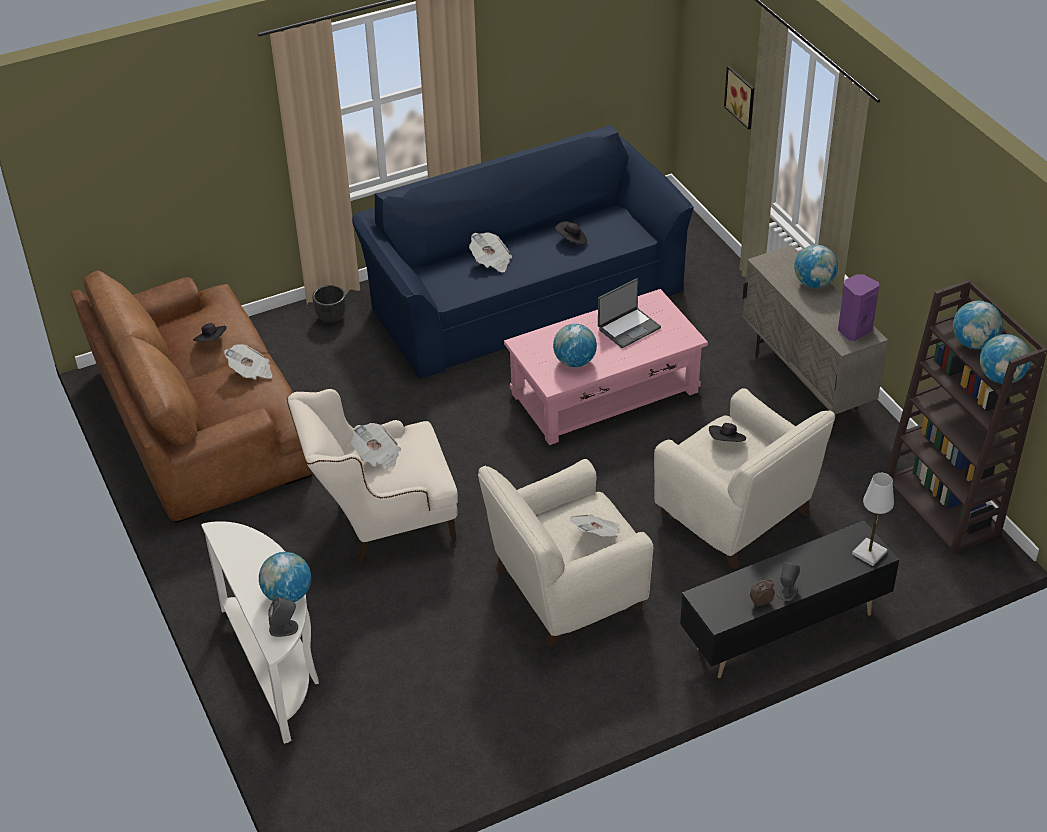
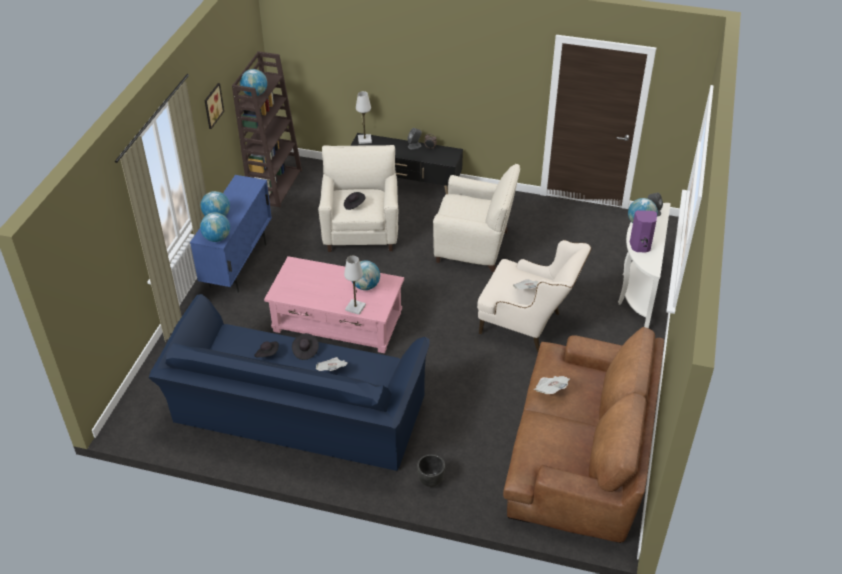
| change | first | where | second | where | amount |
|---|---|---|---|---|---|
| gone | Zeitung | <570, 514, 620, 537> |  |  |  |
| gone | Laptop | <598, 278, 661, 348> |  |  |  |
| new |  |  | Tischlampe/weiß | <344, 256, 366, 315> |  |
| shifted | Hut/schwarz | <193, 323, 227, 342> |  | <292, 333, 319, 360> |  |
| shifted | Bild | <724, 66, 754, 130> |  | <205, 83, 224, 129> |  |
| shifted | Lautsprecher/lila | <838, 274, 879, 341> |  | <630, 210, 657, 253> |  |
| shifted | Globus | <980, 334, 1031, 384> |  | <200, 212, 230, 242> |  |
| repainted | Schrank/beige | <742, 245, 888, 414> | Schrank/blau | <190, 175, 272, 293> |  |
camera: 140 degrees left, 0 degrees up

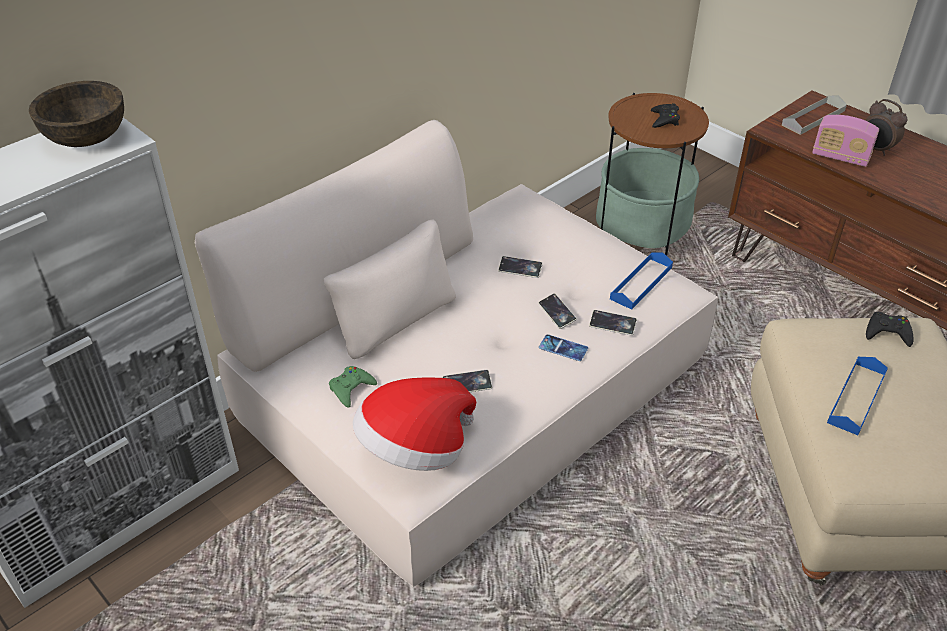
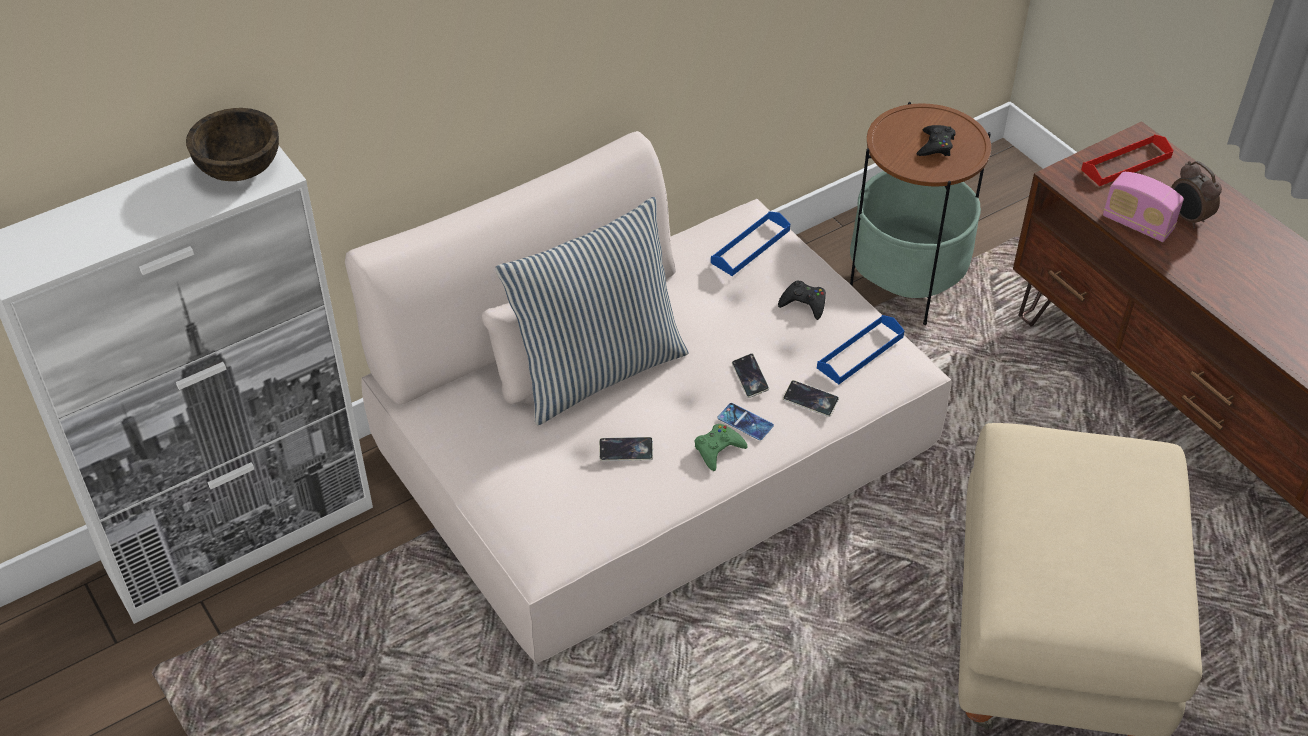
| change | first | where | second | where | amount |
|---|---|---|---|---|---|
| gone | Hut | <353, 378, 476, 471> |  |  |  |
| gone | Handy | <498, 256, 543, 278> |  |  |  |
| new |  |  | Kissen | <495, 197, 689, 425> |  |
| shifted | Gamepad/grün | <329, 366, 377, 408> |  | <695, 424, 748, 471> |  |
| shifted | Tablett/blau | <827, 357, 888, 435> |  | <711, 211, 790, 276> |  |
| shifted | Gamepad/schwarz | <866, 312, 914, 347> |  | <778, 281, 826, 320> |  |
| repainted | Tablett/grau | <782, 95, 847, 135> | Tablett/rot | <1081, 134, 1174, 186> |  |
camera: 10 degrees right, 5 degrees up

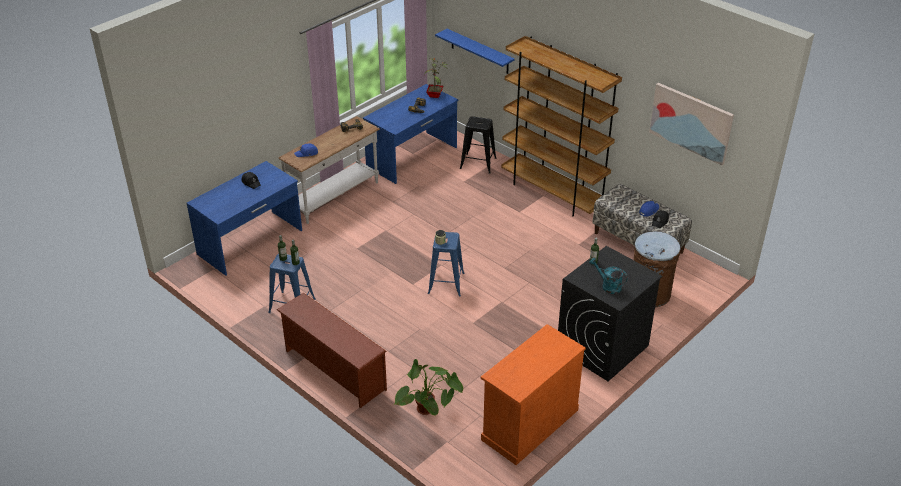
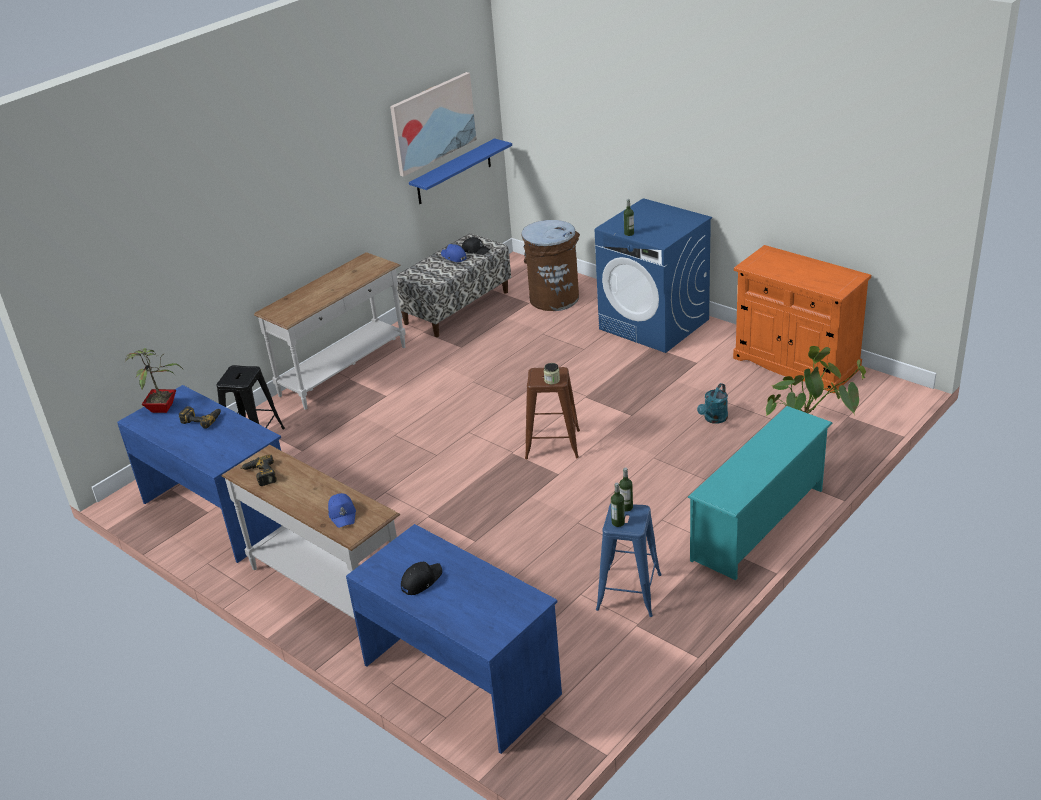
| change | first | where | second | where | amount |
|---|---|---|---|---|---|
| shifted | Wandregal/blau | <435, 29, 515, 74> |  | <409, 138, 512, 204> |  |
| shifted | Gießkanne/türkis | <589, 258, 628, 294> |  | <697, 383, 728, 424> |  |
| swapped | Bücherregal/braun | <501, 36, 622, 216> | Konsolentisch/weiß | <254, 252, 406, 410> |  |
| repainted | Schuhregal/braun | <277, 293, 387, 408> | Schuhregal/türkis | <687, 406, 832, 580> |  |
| repainted | Hocker/blau | <428, 232, 464, 297> | Hocker/braun | <525, 367, 580, 459> |  |
| repainted | Waschmaschine/schwarz | <558, 246, 662, 381> | Waschmaschine/blau | <595, 198, 712, 353> |  |
camera: 90 degrees left, 5 degrees down

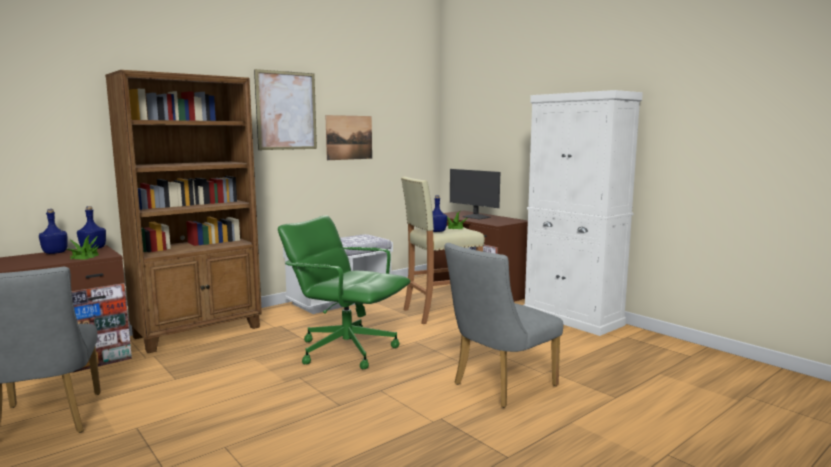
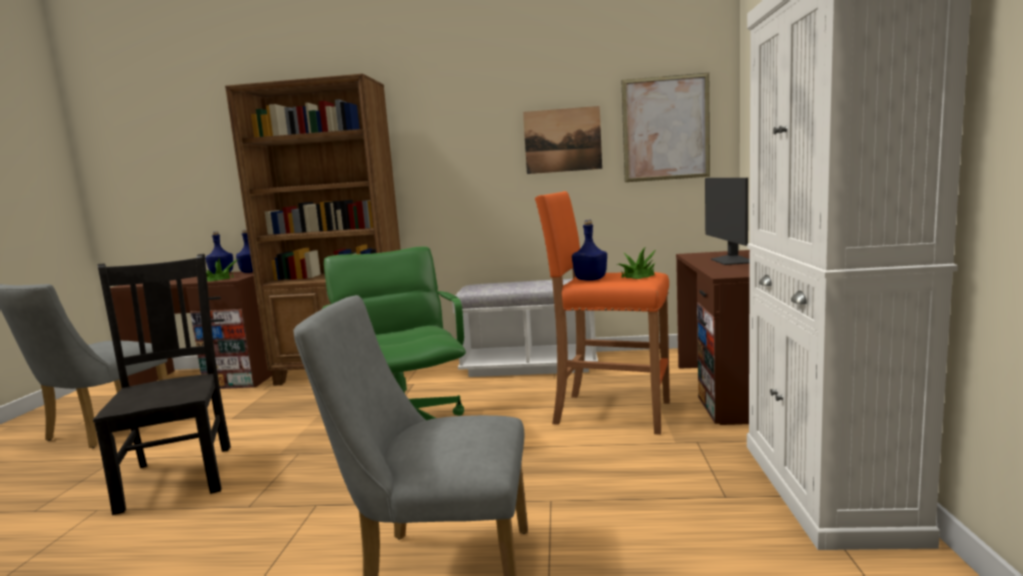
| change | first | where | second | where | amount |
|---|---|---|---|---|---|
| new |  |  | Stuhl/schwarz | <93, 254, 231, 515> |  |
| shifted | Bild | <254, 69, 317, 150> |  | <621, 73, 710, 182> |  |
| repainted | Hocker/beige | <401, 177, 485, 324> | Hocker/orange | <535, 191, 670, 435> |  |
camera: 45 degrees right, 0 degrees up

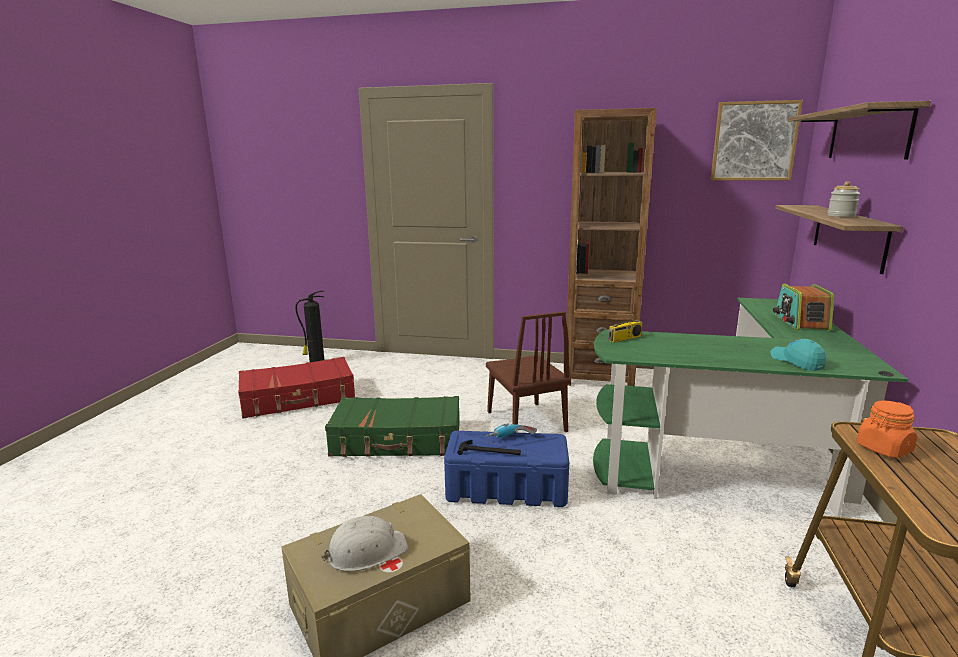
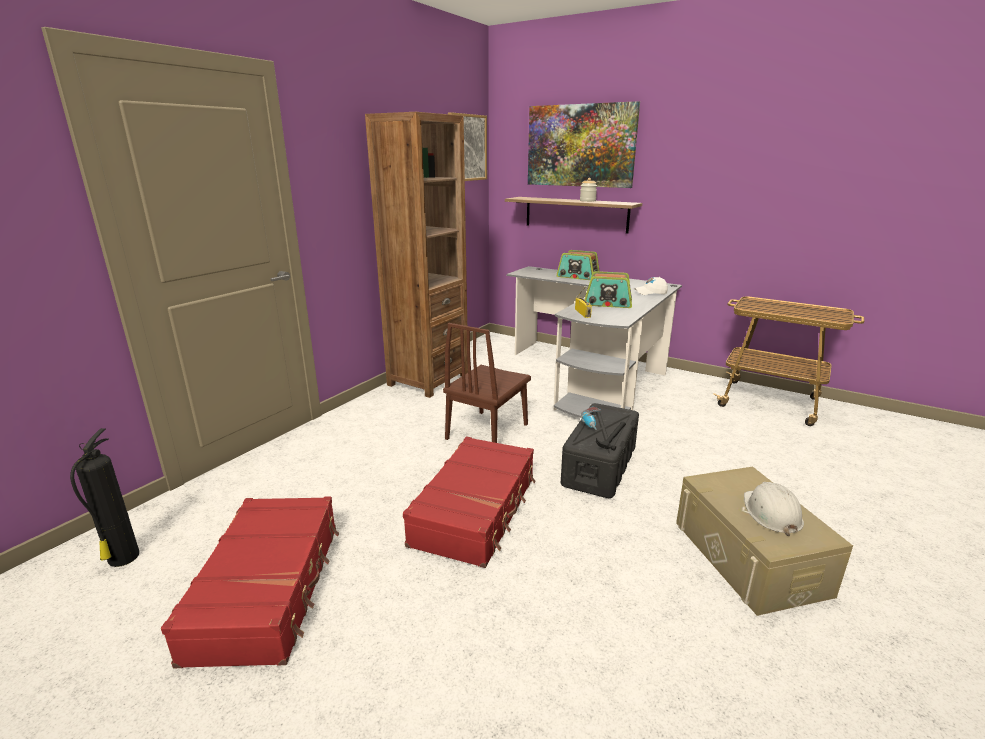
| change | first | where | second | where | amount |
|---|---|---|---|---|---|
| gone | Vorratsglas/orange | <857, 401, 917, 458> |  |  |  |
| new |  |  | Radio | <585, 271, 632, 308> |  |
| swapped | Wandregal | <788, 101, 931, 159> | Bild | <528, 101, 640, 188> |  |
| repainted | Koffer/grün | <325, 396, 460, 457> | Koffer/rot | <403, 437, 536, 568> |  |
| repainted | Aufbewahrungsbox/blau | <444, 431, 569, 507> | Aufbewahrungsbox/schwarz | <561, 403, 639, 498> |  |
| repainted | Schreibtisch/grün | <593, 298, 908, 517> | Schreibtisch/grau | <506, 266, 682, 418> |  |
| repainted | Kappe/türkis | <770, 339, 826, 371> | Kappe/weiß | <634, 277, 668, 295> |  |
| rotated | Stuhl/braun | <486, 311, 571, 433> |  | <443, 323, 531, 443> | 120 degrees clockwise |
camera: 70 degrees left, 5 degrees up

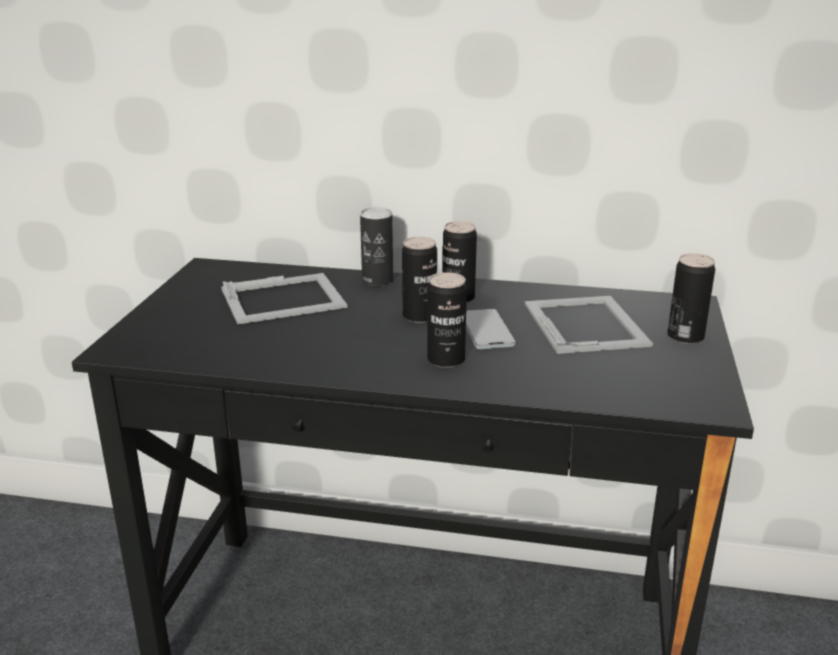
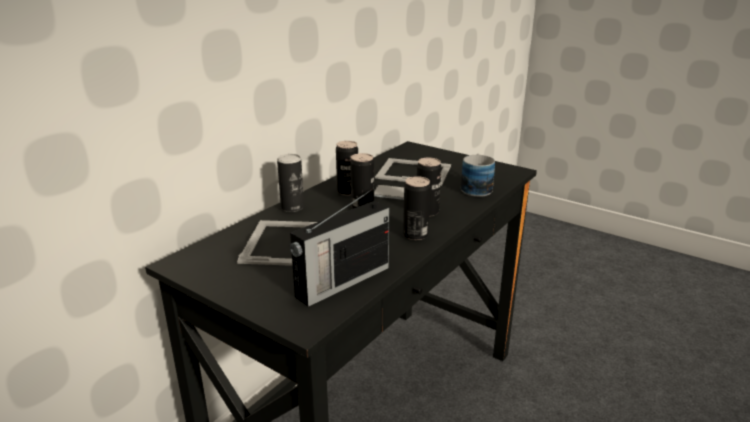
| change | first | where | second | where | amount |
|---|---|---|---|---|---|
| new |  |  | Radio | <290, 189, 389, 307> |  |
| new |  |  | Henkelbecher | <461, 153, 495, 197> |  |
| shifted | Dose | <667, 253, 715, 344> |  | <403, 176, 431, 240> |  |
camera: 65 degrees left, 0 degrees up

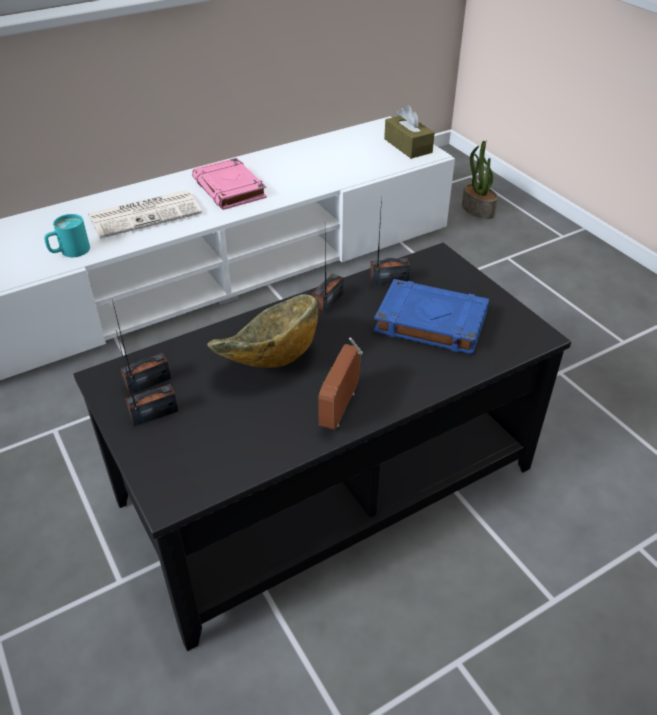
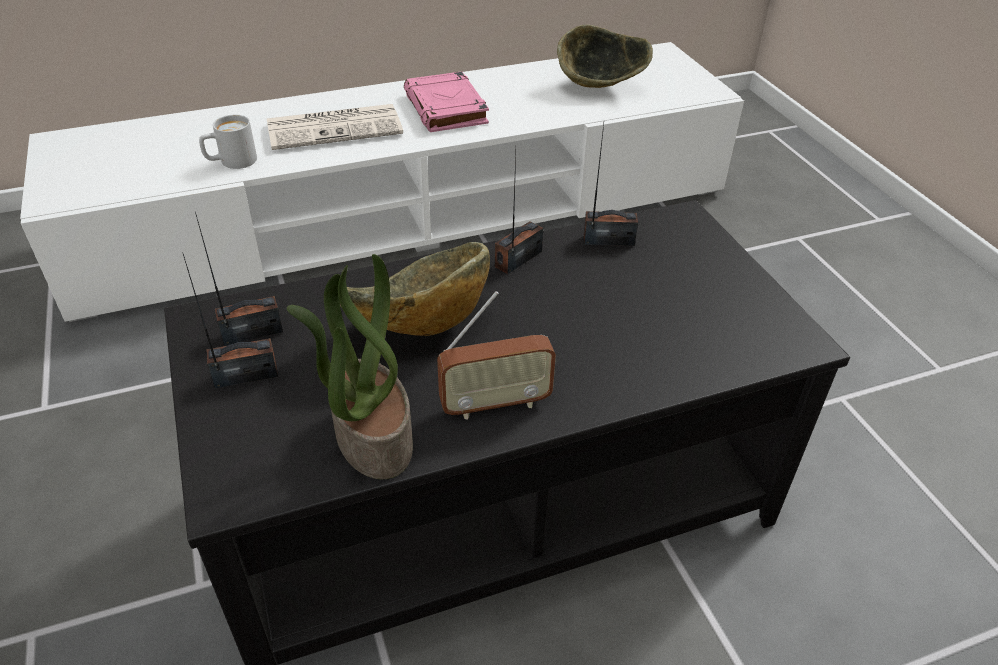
| change | first | where | second | where | amount |
|---|---|---|---|---|---|
| gone | Buch/blau | <374, 279, 489, 354> |  |  |  |
| gone | Taschentuchbox/braun | <384, 105, 435, 159> |  |  |  |
| new |  |  | Schüssel | <557, 25, 653, 88> |  |
| shifted | Topfpflanze | <462, 140, 498, 219> |  | <287, 254, 413, 480> |  |
| repainted | Henkelbecher/türkis | <44, 214, 90, 257> | Henkelbecher/weiß | <199, 115, 257, 169> |  |
| rotated | Radio | <318, 337, 363, 430> |  | <437, 291, 556, 420> | 135 degrees counterclockwise |
camera: 10 degrees right, 0 degrees up

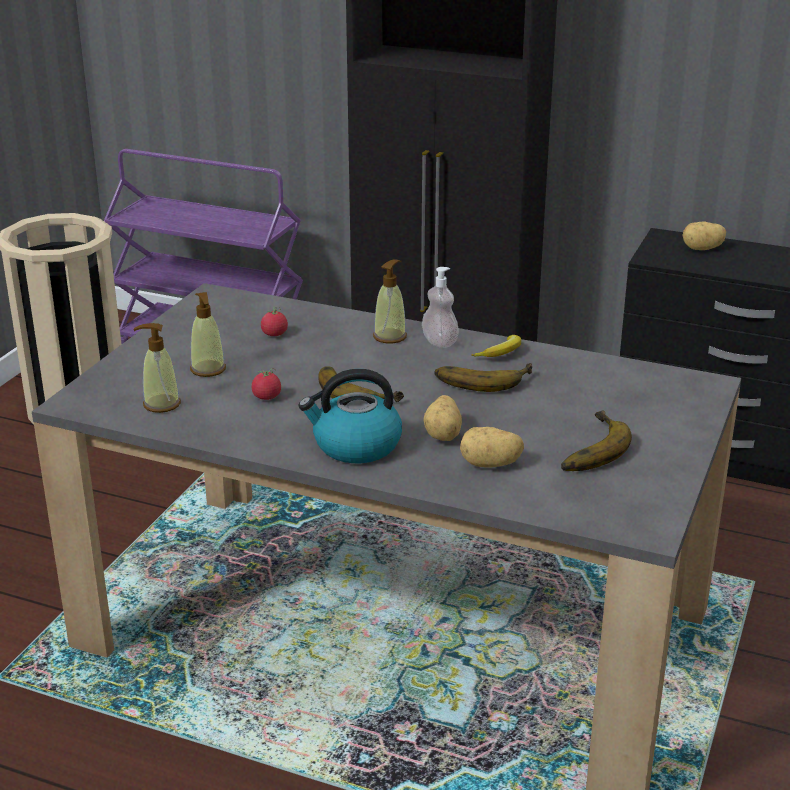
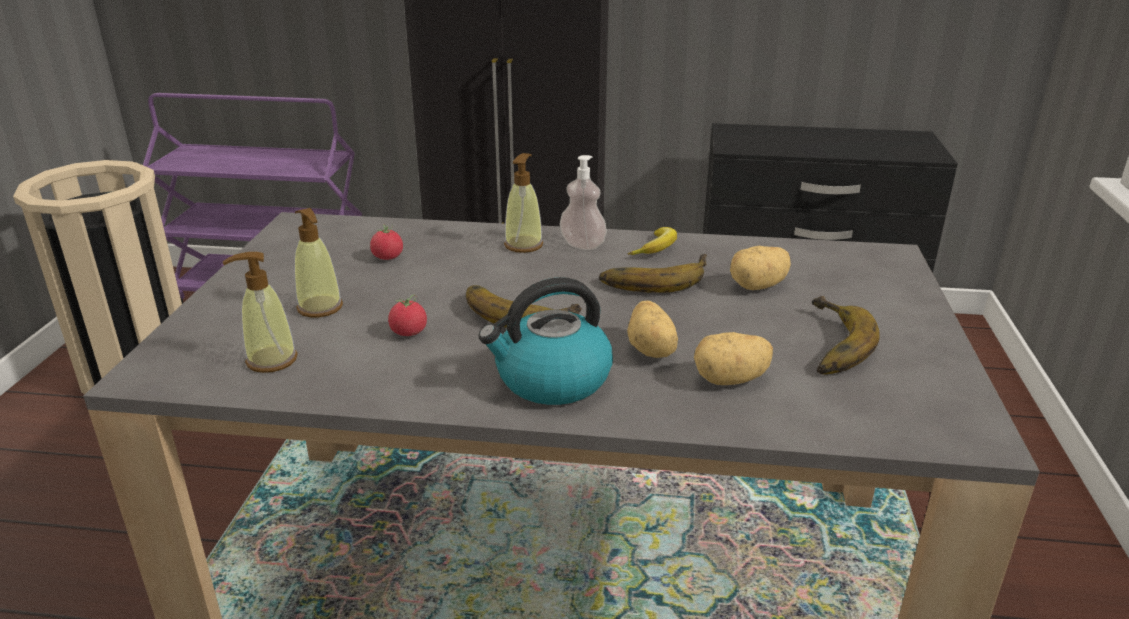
| change | first | where | second | where | amount |
|---|---|---|---|---|---|
| shifted | Kartoffel | <682, 221, 726, 250> |  | <730, 246, 791, 290> |  |
camera: 15 degrees left, 0 degrees up

